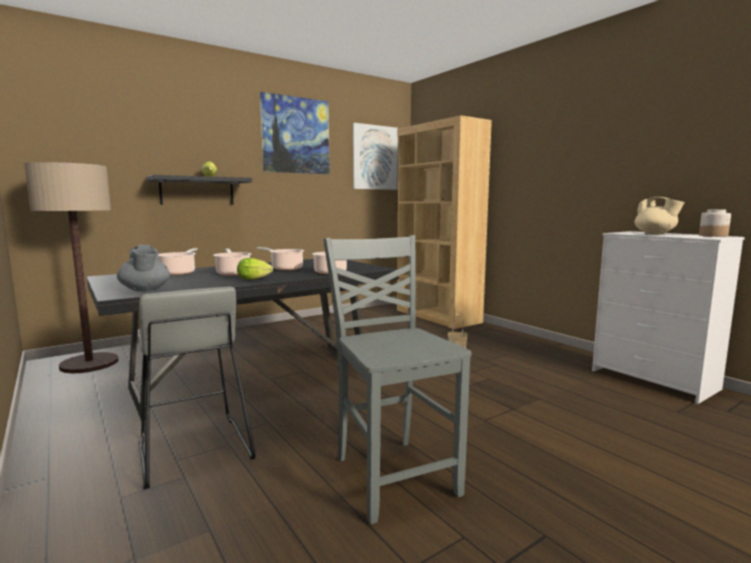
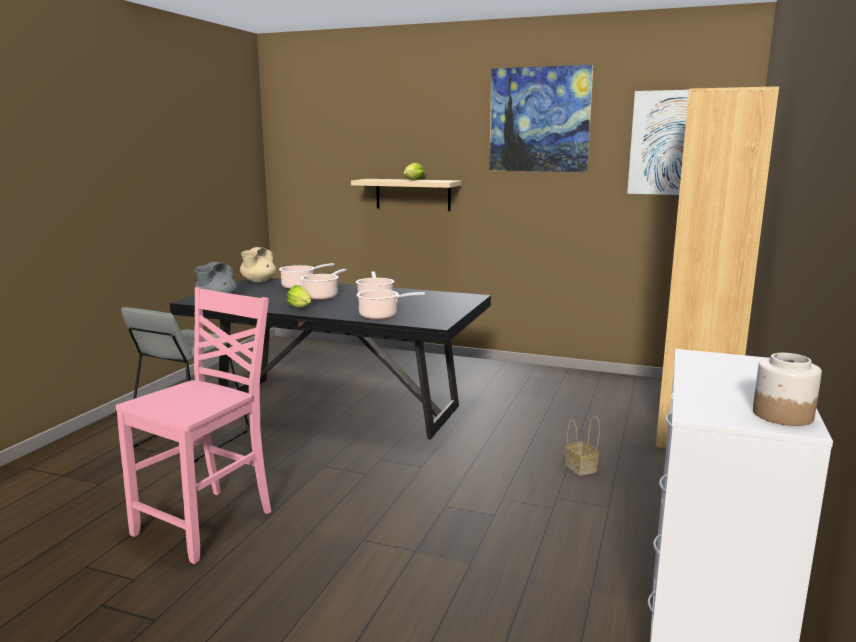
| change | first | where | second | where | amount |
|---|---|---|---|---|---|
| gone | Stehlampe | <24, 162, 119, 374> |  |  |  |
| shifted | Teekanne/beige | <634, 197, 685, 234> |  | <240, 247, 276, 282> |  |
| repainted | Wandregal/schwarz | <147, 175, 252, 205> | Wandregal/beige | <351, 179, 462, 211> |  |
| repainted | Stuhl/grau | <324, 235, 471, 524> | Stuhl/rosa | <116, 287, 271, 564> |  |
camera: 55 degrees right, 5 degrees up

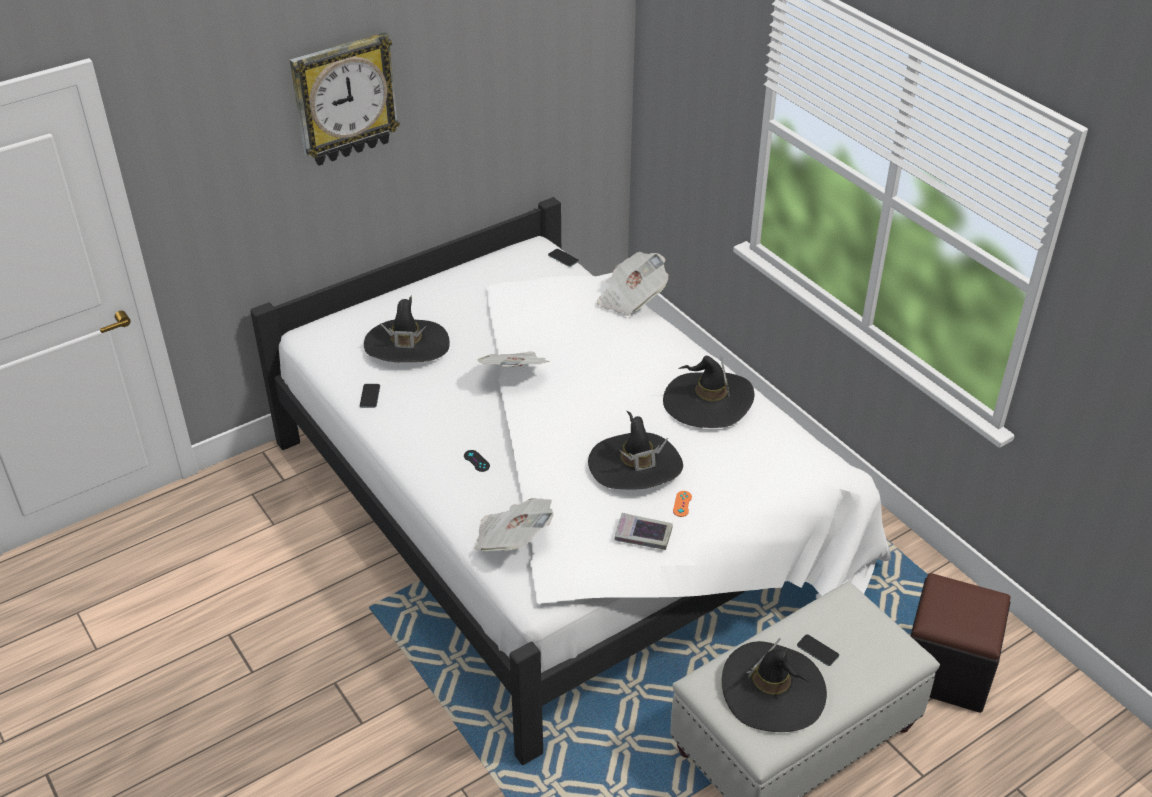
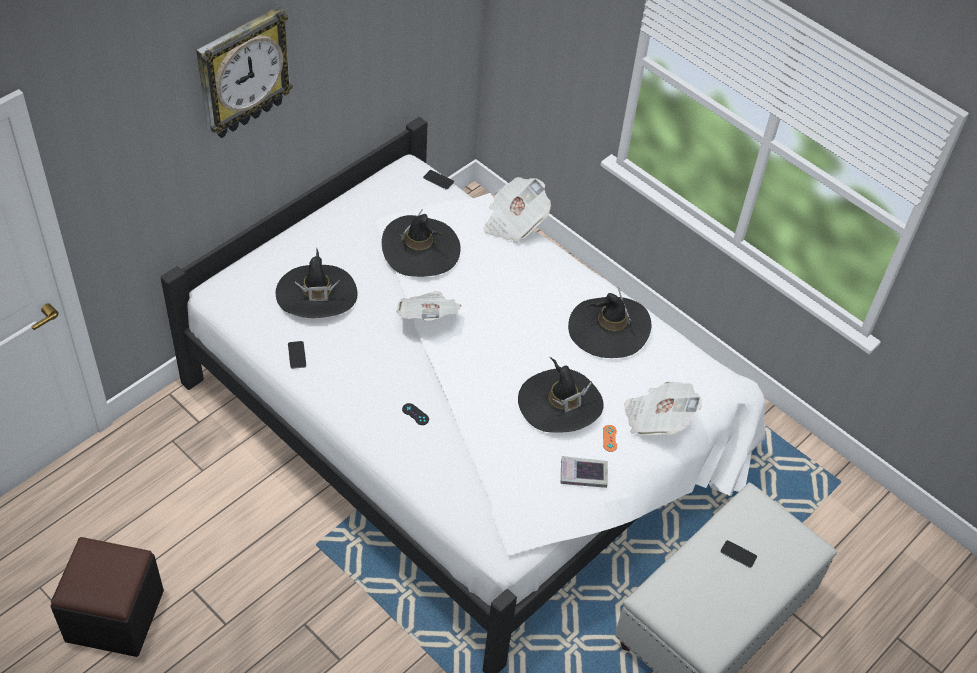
| change | first | where | second | where | amount |
|---|---|---|---|---|---|
| shifted | Zeitung | <474, 498, 553, 551> |  | <624, 382, 702, 435> |  |
| shifted | Hut/schwarz | <722, 638, 827, 732> |  | <382, 209, 461, 277> |  |
| shifted | Polsterhocker/schwarz | <910, 573, 1011, 713> |  | <50, 537, 164, 657> |  |
camera: 15 degrees left, 10 degrees up

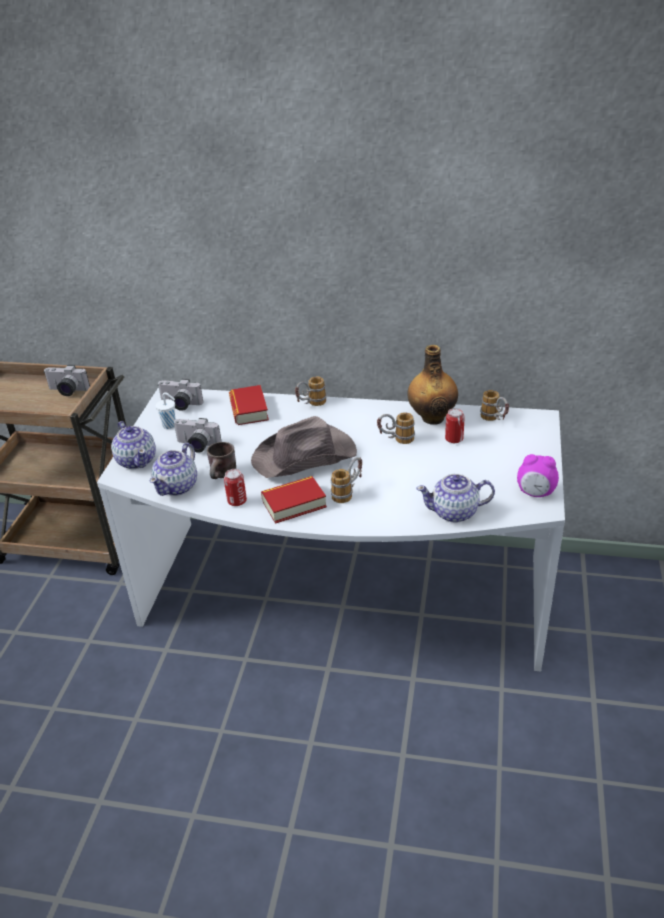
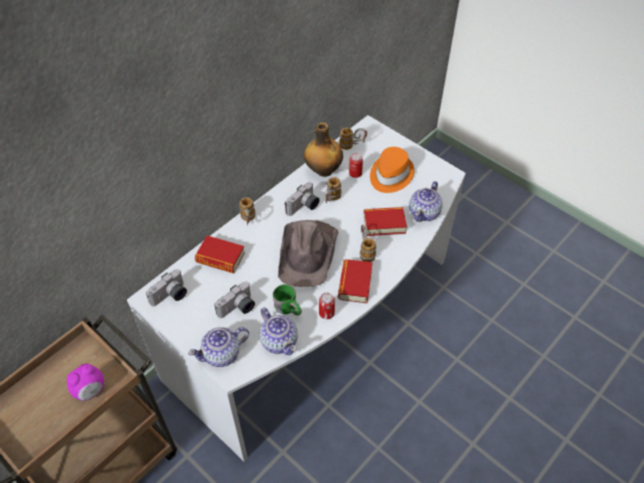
| change | first | where | second | where | amount |
|---|---|---|---|---|---|
| gone | Tasse/weiß | <156, 392, 176, 429> |  |  |  |
| new |  |  | Buch | <364, 207, 407, 236> |  |
| new |  |  | Hut/orange | <370, 147, 414, 193> |  |
| shifted | Kamera | <44, 365, 90, 396> |  | <285, 182, 319, 216> |  |
| shifted | Wecker | <517, 454, 559, 497> |  | <67, 364, 104, 401> |  |
| repainted | Henkelbecher/braun | <207, 442, 236, 479> | Henkelbecher/grün | <273, 284, 302, 315> |  |
| rotated | Teekanne | <111, 421, 156, 469> |  | <188, 327, 249, 367> | 150 degrees clockwise |
camera: 60 degrees left, 15 degrees up

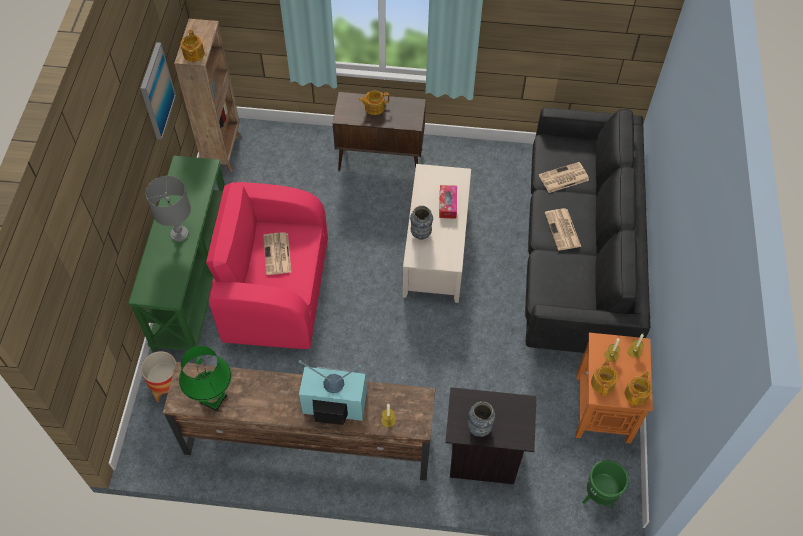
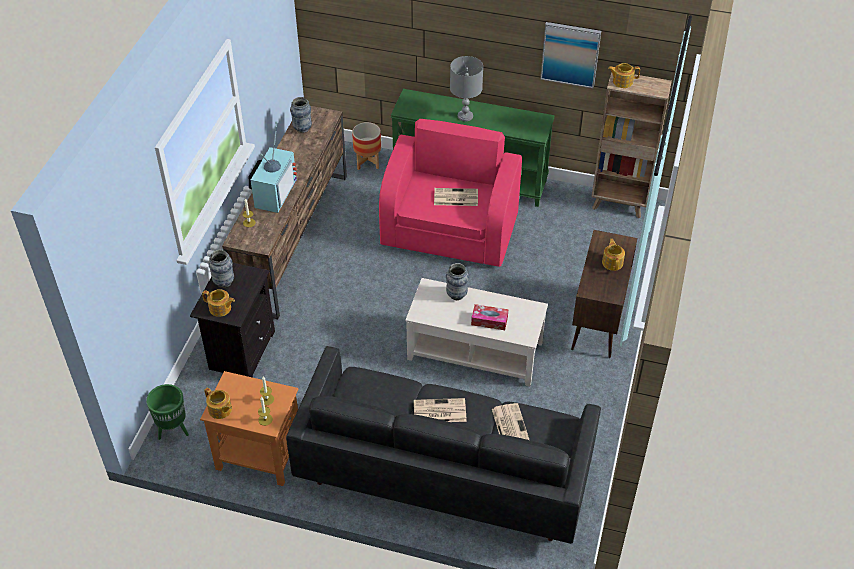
| change | first | where | second | where | amount |
|---|---|---|---|---|---|
| shifted | Teekanne | <591, 358, 618, 396> |  | <202, 289, 235, 317> |  |
| swapped | Tischlampe/grün | <179, 346, 231, 412> | Vase | <290, 97, 312, 133> |  |
camera: 100 degrees right, 10 degrees down

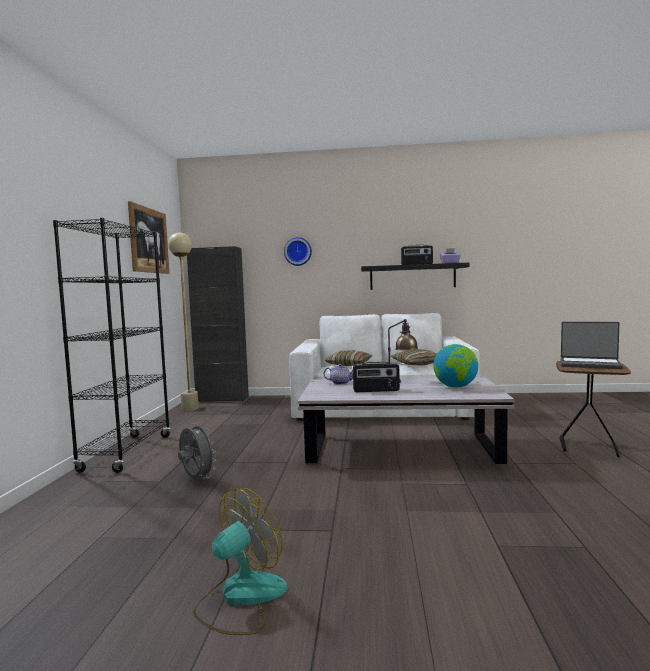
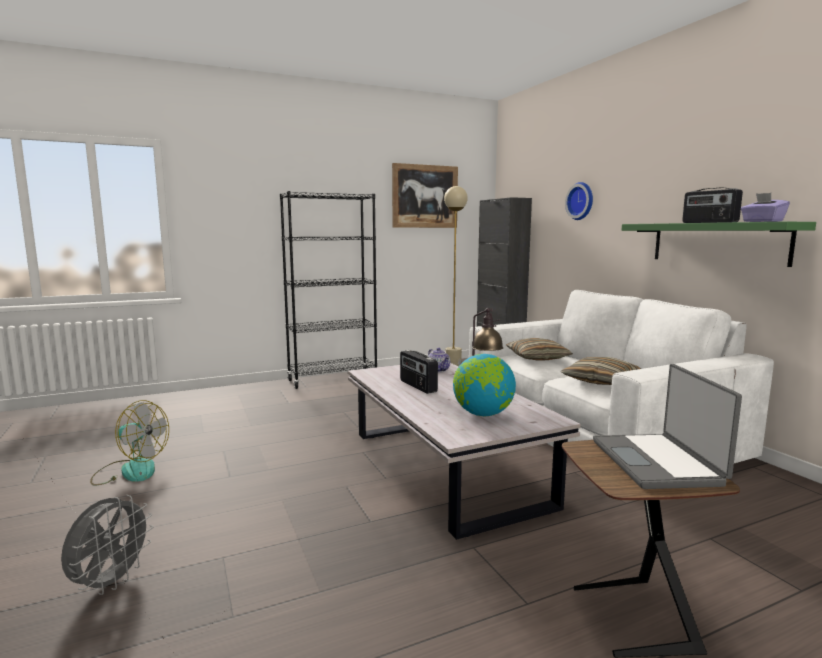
| change | first | where | second | where | amount |
|---|---|---|---|---|---|
| shifted | Ventilator/grau | <178, 422, 217, 479> |  | <61, 495, 153, 595> |  |
| repainted | Wandregal/schwarz | <361, 263, 469, 290> | Wandregal/grün | <622, 222, 816, 267> |  |
camera: 60 degrees right, 5 degrees up

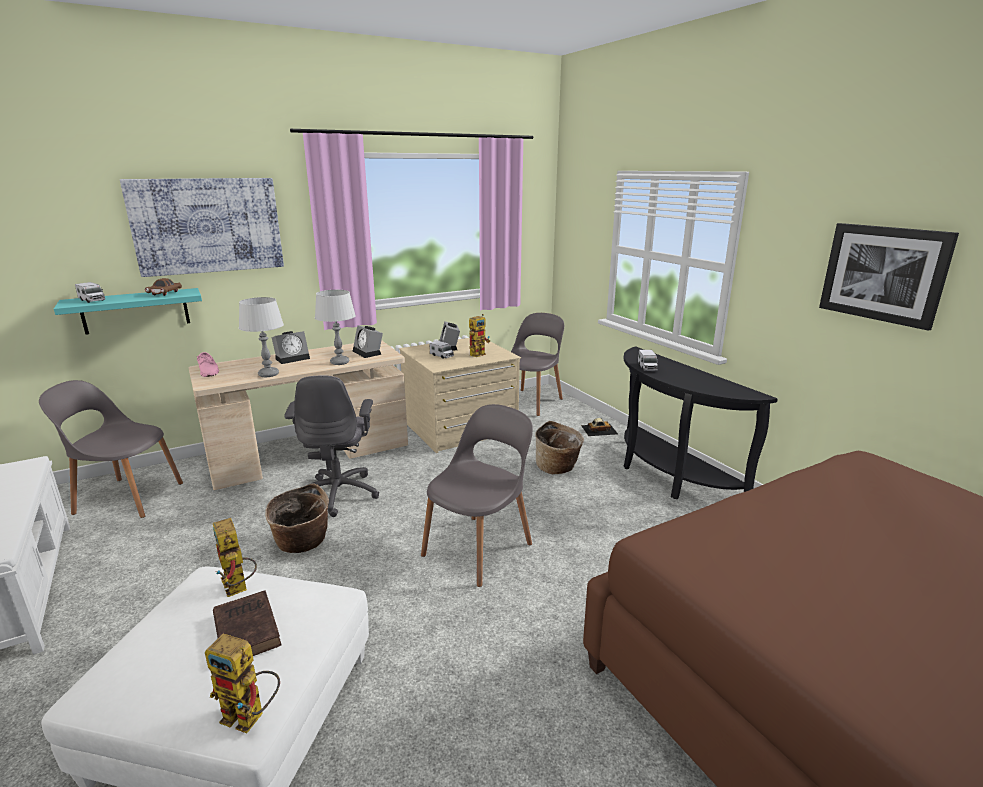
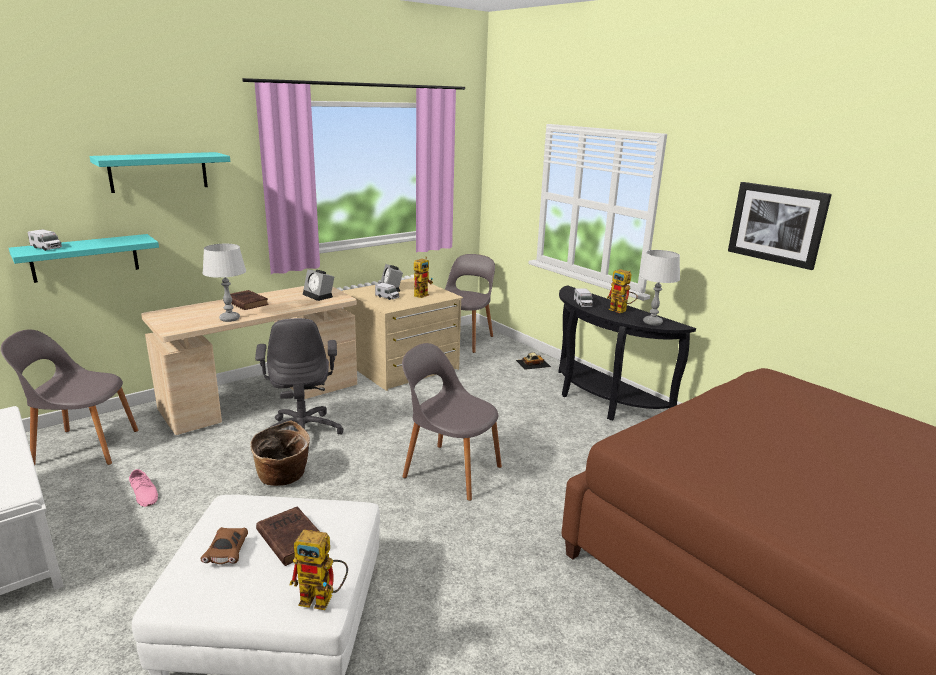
| change | first | where | second | where | amount |
|---|---|---|---|---|---|
| gone | Korb | <535, 421, 584, 474> |  |  |  |
| shifted | Spielzeugauto/braun | <145, 278, 182, 296> |  | <201, 527, 248, 564> |  |
| shifted | Schuh/rosa | <197, 352, 219, 377> |  | <129, 469, 158, 507> |  |
| shifted | Spielzeugroboter | <213, 518, 257, 597> |  | <607, 269, 638, 313> |  |
| shifted | Tischlampe/grau | <315, 290, 356, 365> |  | <639, 250, 680, 325> |  |
| swapped | Bild | <120, 178, 284, 277> | Wandregal/türkis | <89, 152, 230, 193> |  |
| swapped | Wecker | <272, 331, 310, 364> | Buch/braun | <230, 290, 269, 310> |  |
| rotated | Stuhl/grau | <421, 404, 533, 587> |  | <402, 343, 502, 501> | 90 degrees counterclockwise |
camera: 10 degrees left, 0 degrees up

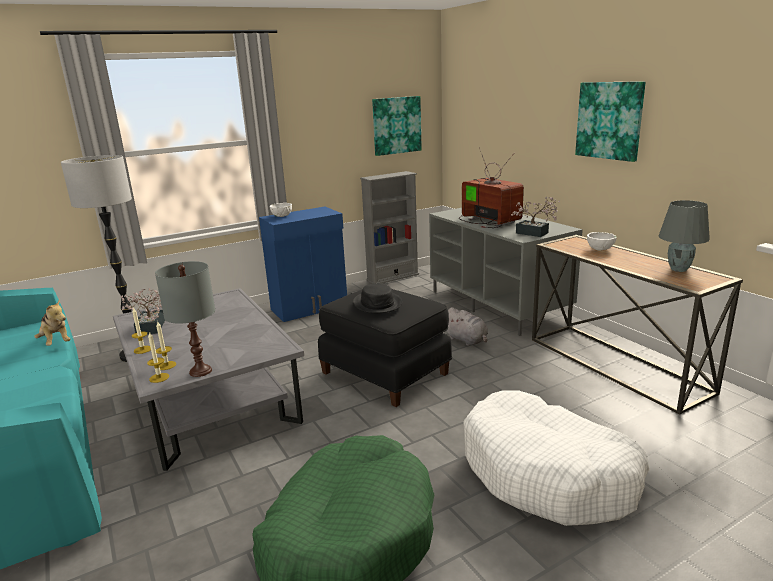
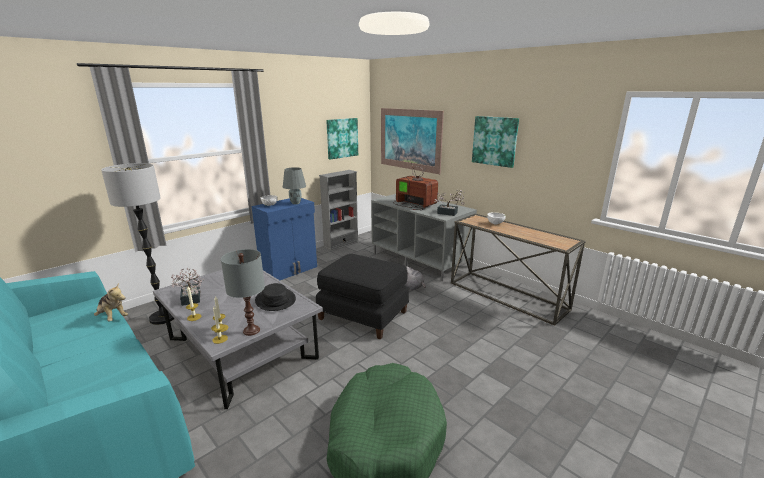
| change | first | where | second | where | amount |
|---|---|---|---|---|---|
| gone | Hundebett/weiß | <463, 390, 649, 526> |  |  |  |
| new |  |  | Bild | <381, 108, 444, 174> |  |
| shifted | Hut/schwarz | <353, 283, 402, 313> |  | <255, 283, 296, 311> |  |
| shifted | Tischlampe/grau | <659, 200, 710, 272> |  | <283, 167, 306, 204> |  |
camera: 15 degrees left, 0 degrees up

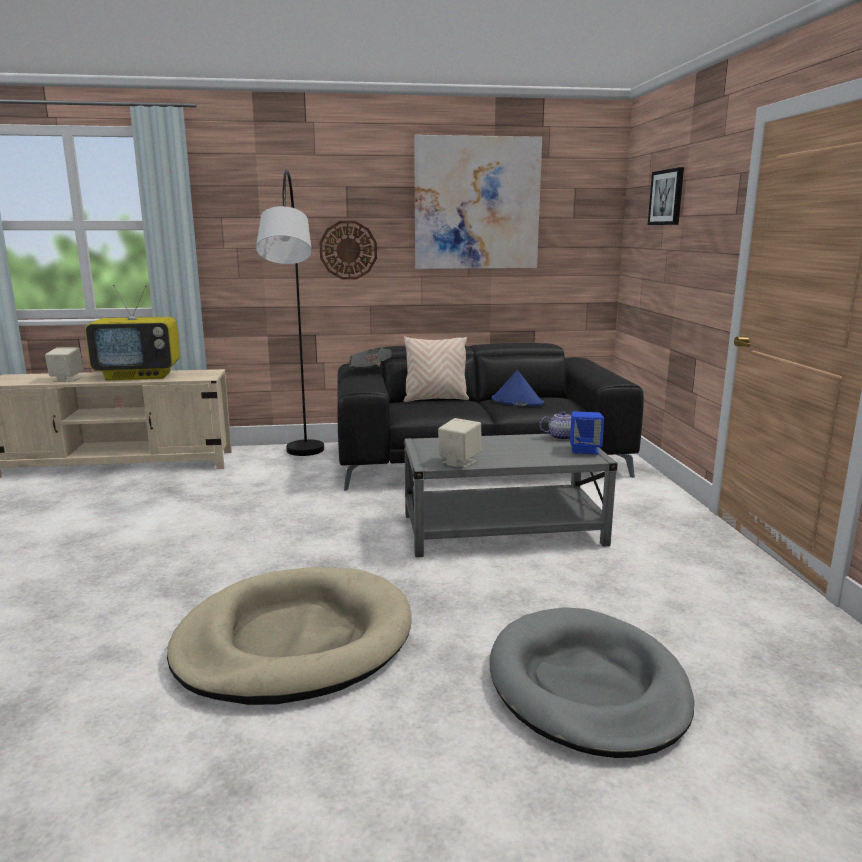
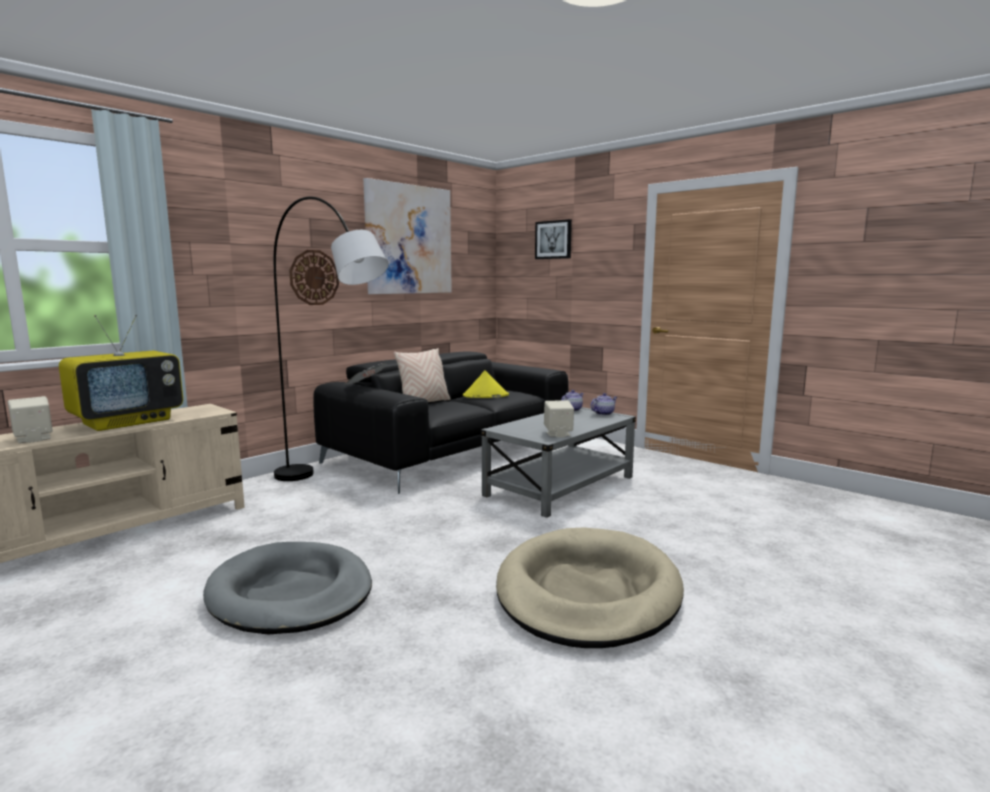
| change | first | where | second | where | amount |
|---|---|---|---|---|---|
| shifted | Hundebett/grau | <490, 607, 694, 758> |  | <203, 542, 372, 634> |  |
| swapped | Lautsprecher/blau | <570, 411, 604, 454> | Teekanne | <591, 393, 617, 415> |  |
| repainted | Hut/blau | <492, 370, 544, 406> | Hut/gelb | <463, 370, 509, 398> |  |
camera: 40 degrees left, 5 degrees down

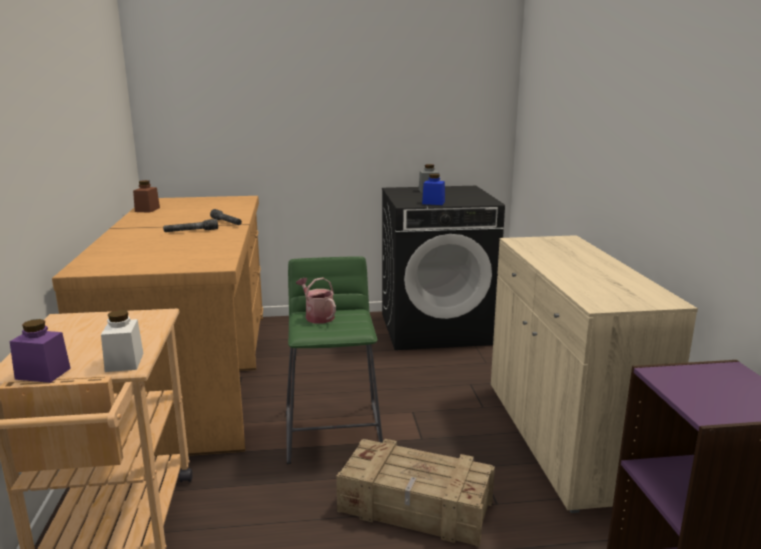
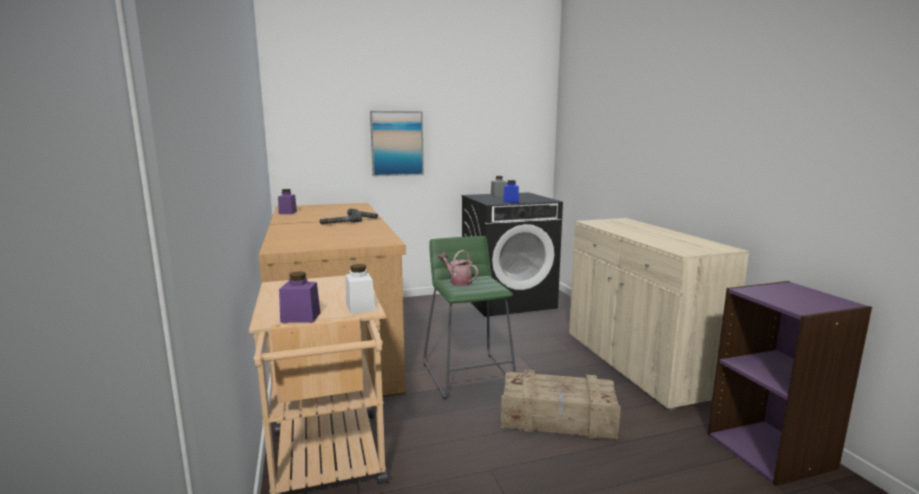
| change | first | where | second | where | amount |
|---|---|---|---|---|---|
| new |  |  | Bild | <370, 111, 424, 176> |  |
| repainted | Vorratsglas/braun | <133, 180, 160, 213> | Vorratsglas/lila | <278, 189, 297, 214> |  |
camera: 10 degrees left, 5 degrees down

